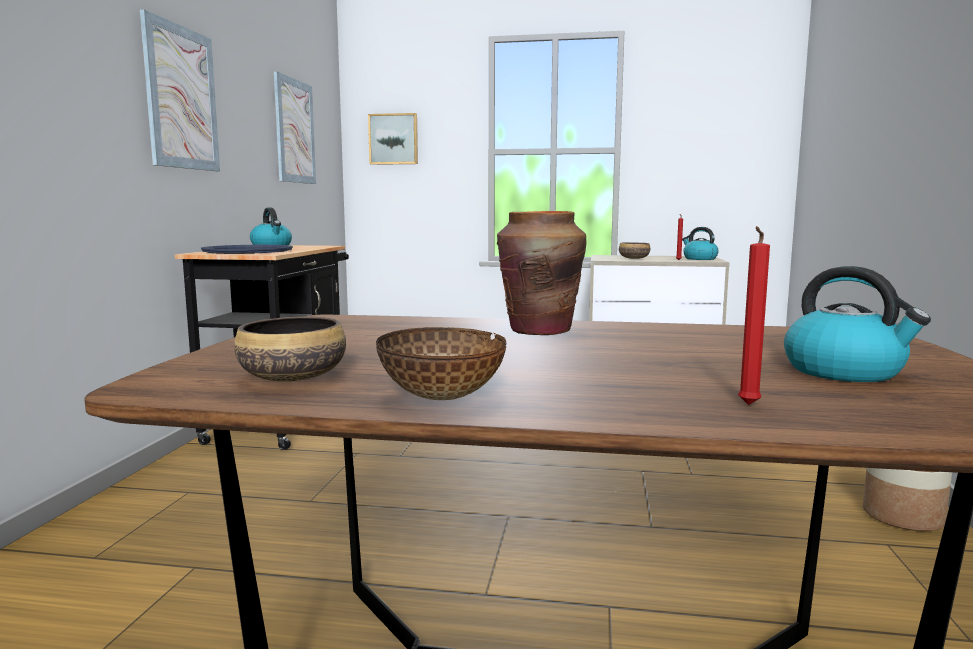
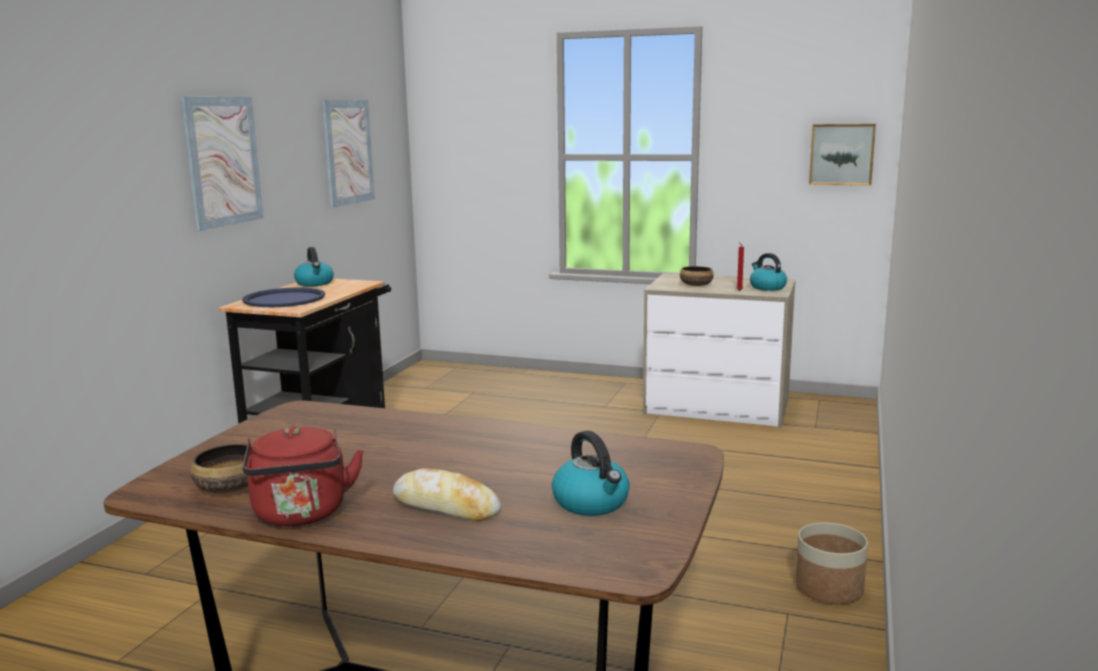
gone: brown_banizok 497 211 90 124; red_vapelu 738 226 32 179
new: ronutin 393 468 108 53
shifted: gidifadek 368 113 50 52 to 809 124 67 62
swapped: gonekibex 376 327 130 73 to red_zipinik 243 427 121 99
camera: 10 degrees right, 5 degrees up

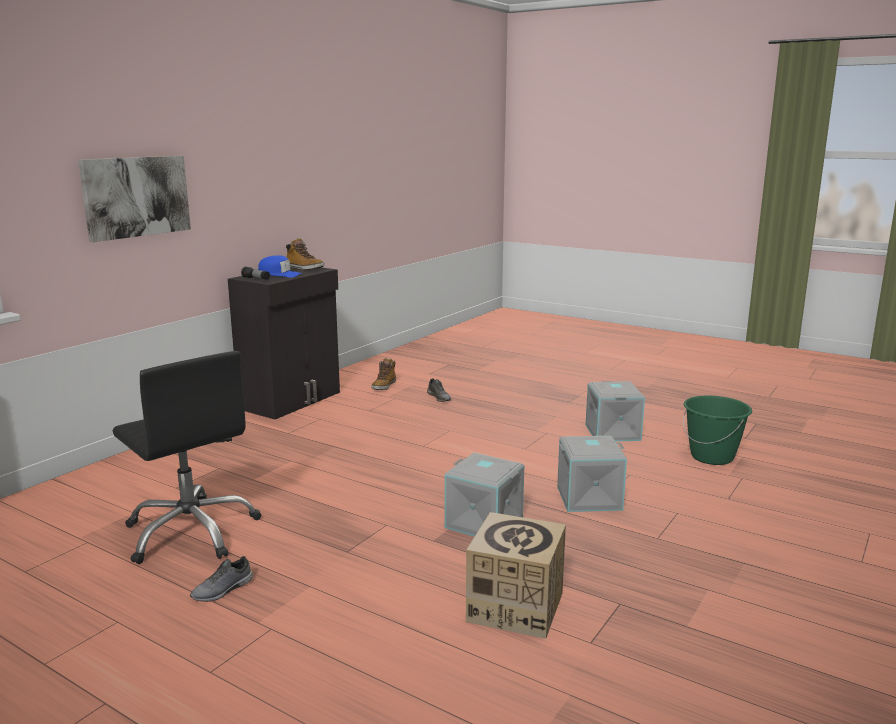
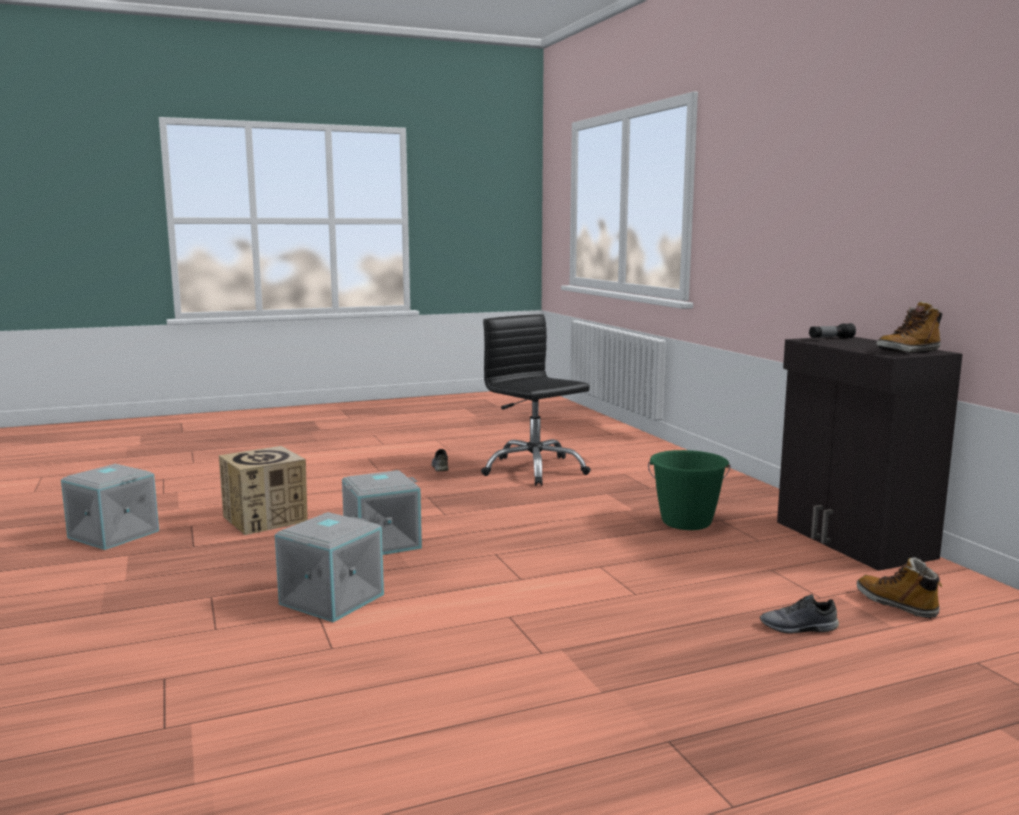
gone: gidifadek 78 156 113 86; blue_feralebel 258 255 45 23
shifted: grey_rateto 585 381 60 60 to 61 464 98 86; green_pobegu 683 395 69 70 to 648 450 83 80
rotated: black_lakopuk 113 351 148 213 = 481 314 110 172 60 degrees clockwise
camera: 125 degrees right, 5 degrees down

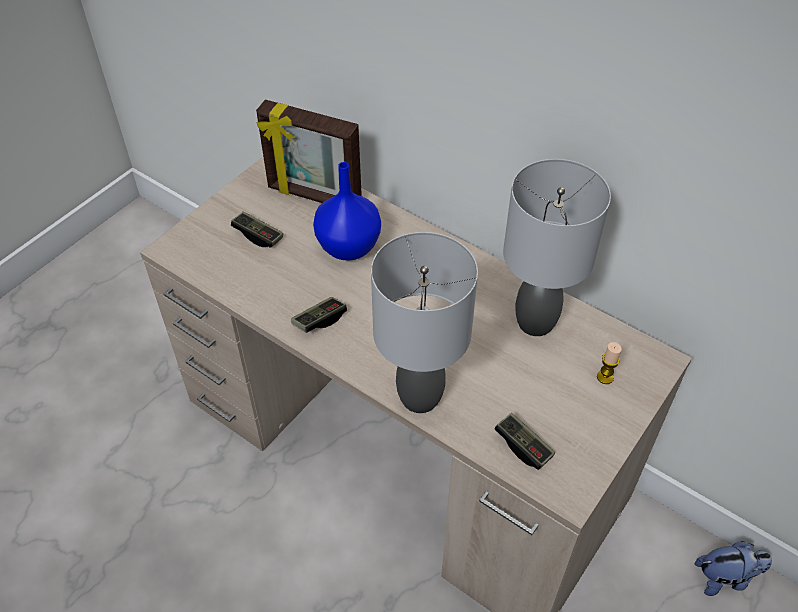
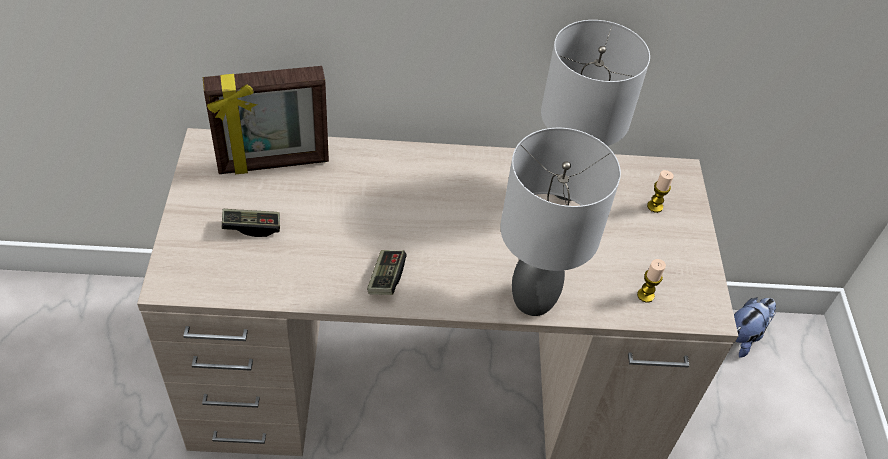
gone: blue_banizok 313 162 68 99
swapped: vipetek 494 413 61 57 to vapelu 637 259 29 44
camera: 40 degrees left, 0 degrees up

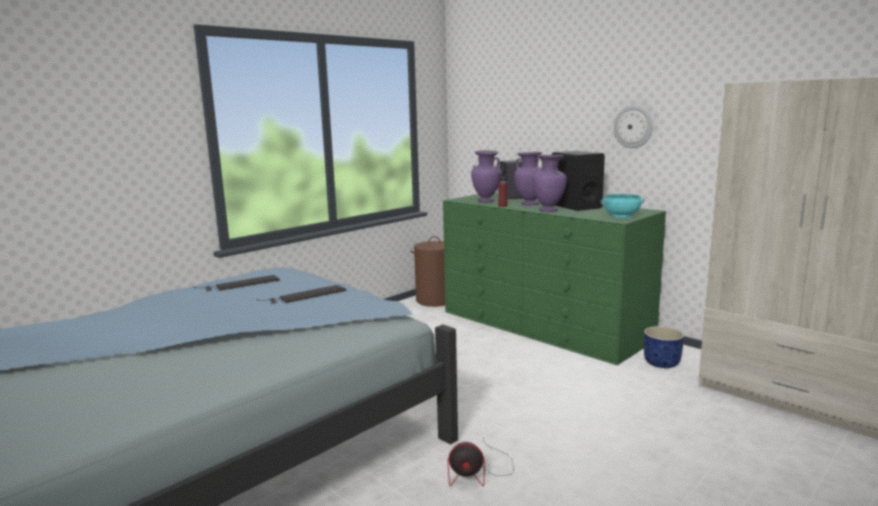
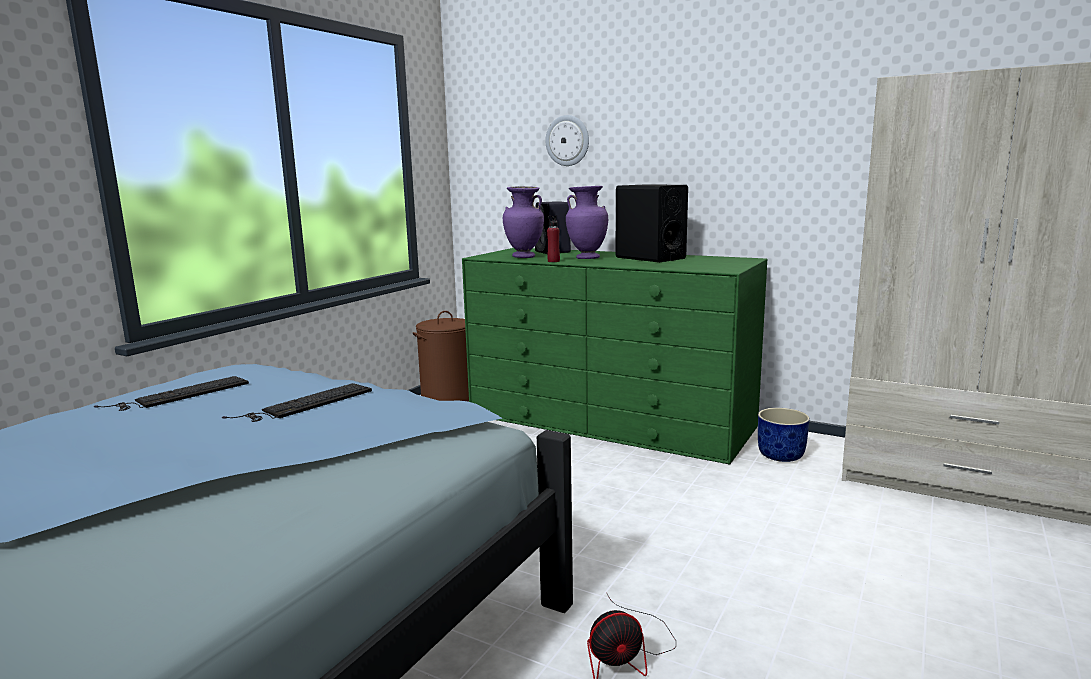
gone: purple_banizok 533 155 34 57; turquoise_gonekibex 601 194 43 24
shifted: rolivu 614 106 39 42 to 545 115 44 51
camera: 15 degrees left, 0 degrees up

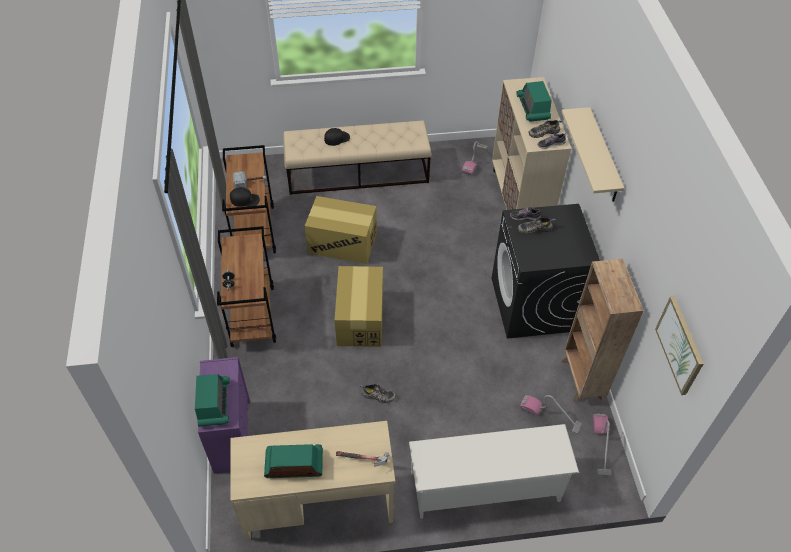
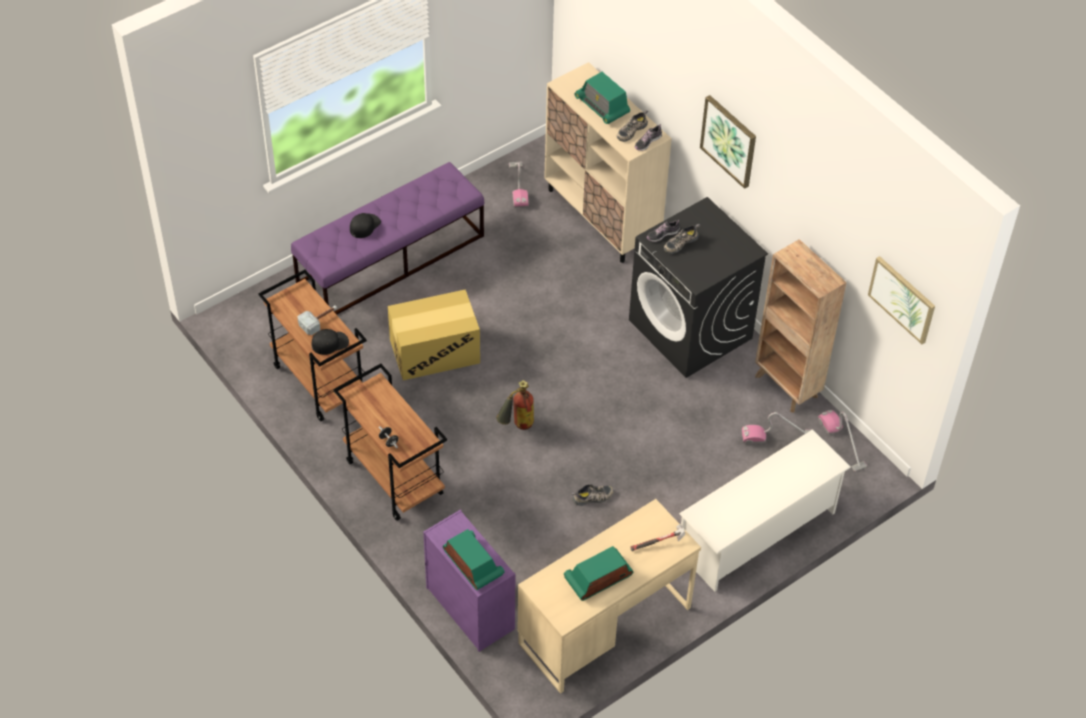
swapped: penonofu 335 266 48 81 to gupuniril 496 380 38 50; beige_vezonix 562 107 62 95 to gidifadek 700 95 56 94
repainted: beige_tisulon 283 120 149 75 to purple_tisulon 291 162 193 153
camera: 30 degrees left, 0 degrees up

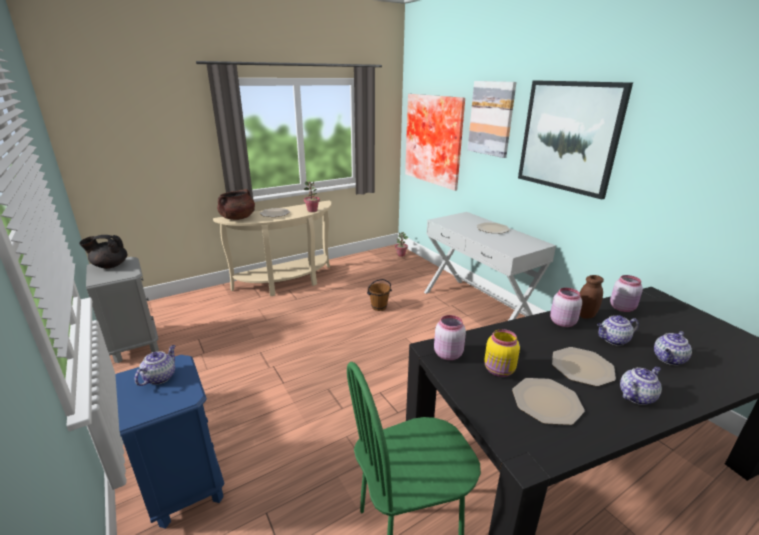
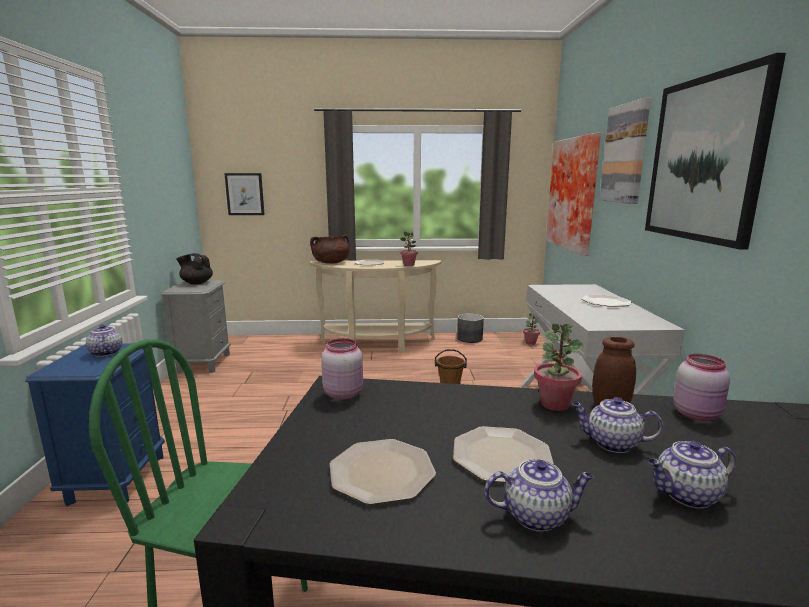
gone: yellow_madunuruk 484 329 36 48
new: gidifadek 224 173 41 42; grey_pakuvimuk 457 313 27 30
swapped: pink_madunuruk 550 288 32 39 to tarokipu 534 324 50 87
rotated: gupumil 135 345 41 41 = 86 324 36 33 75 degrees counterclockwise
camera: 30 degrees right, 10 degrees down

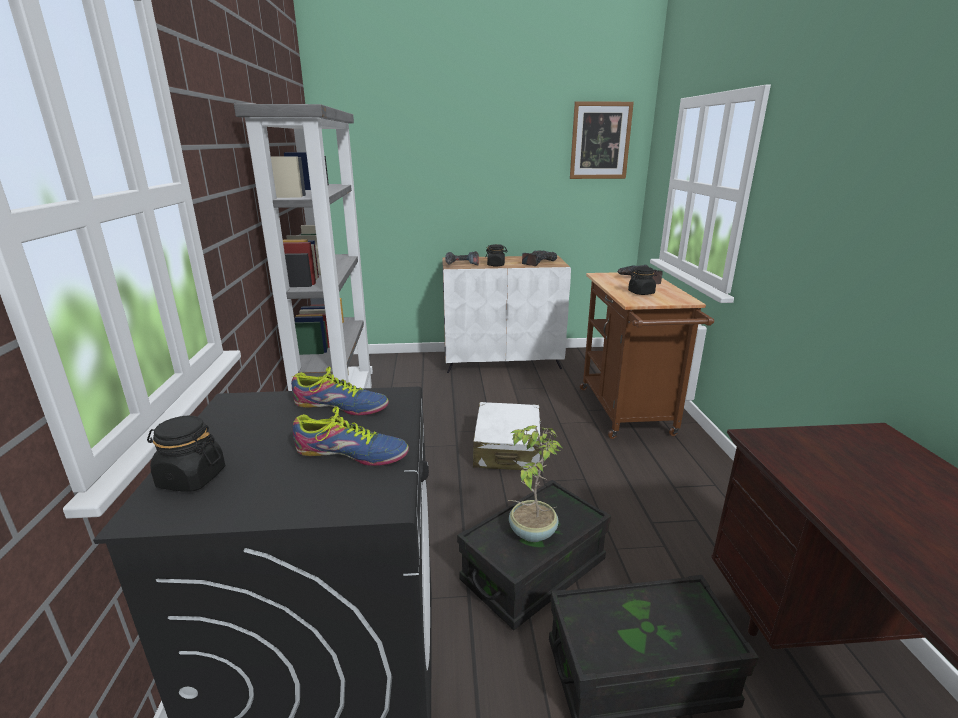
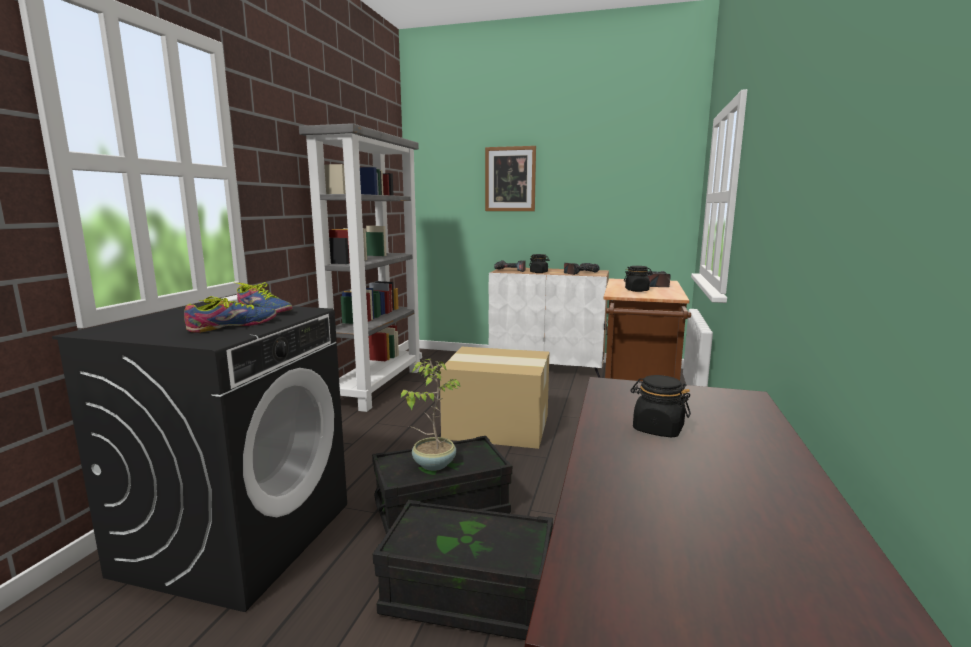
shifted: black_madunuruk 147 415 78 77 to 630 375 61 62; gidifadek 570 101 64 78 to 485 146 51 65
swapped: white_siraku 473 402 68 68 to penonofu 440 347 109 102
rotated: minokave 292 406 117 60 = 184 296 93 37 75 degrees counterclockwise
camera: 20 degrees right, 10 degrees down

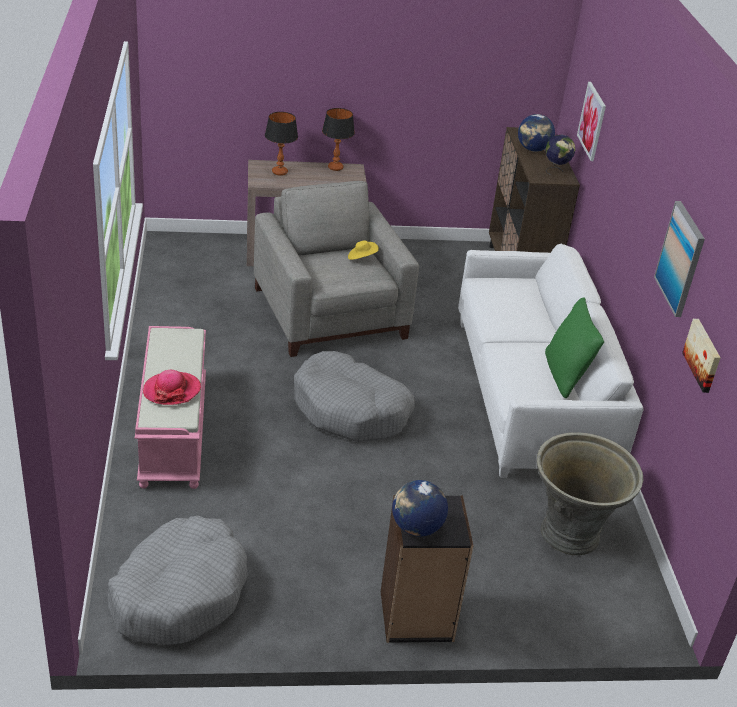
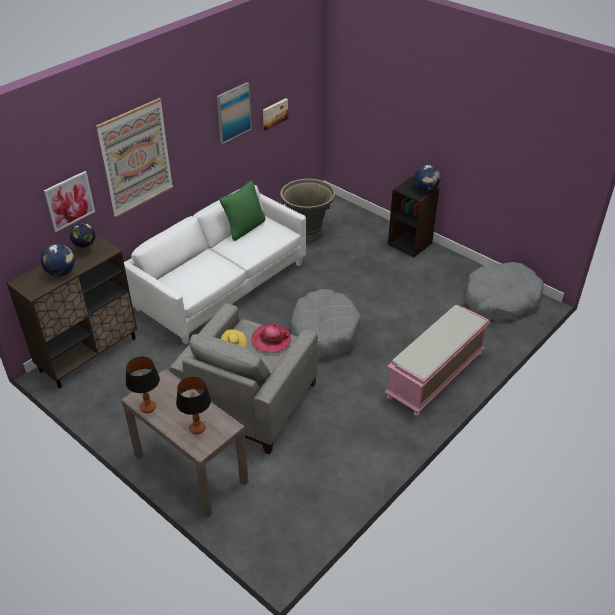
new: gidifadek 96 98 77 120
shifted: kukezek 143 370 58 35 to 251 324 40 29
camera: 130 degrees left, 5 degrees up

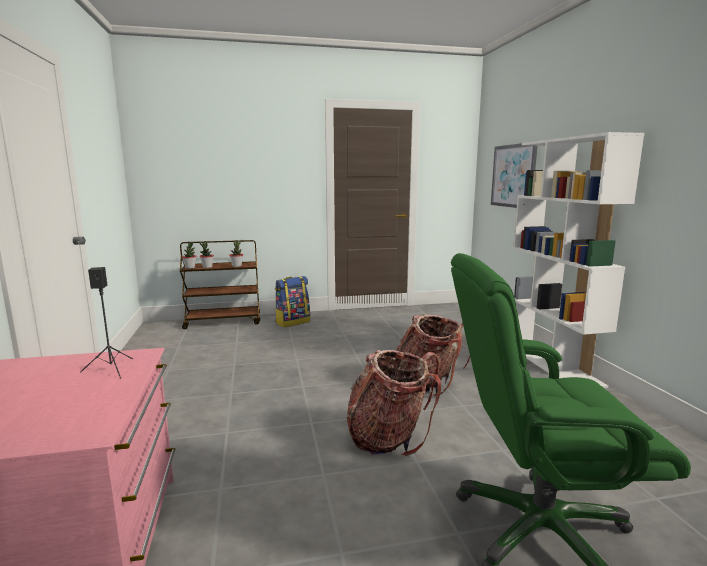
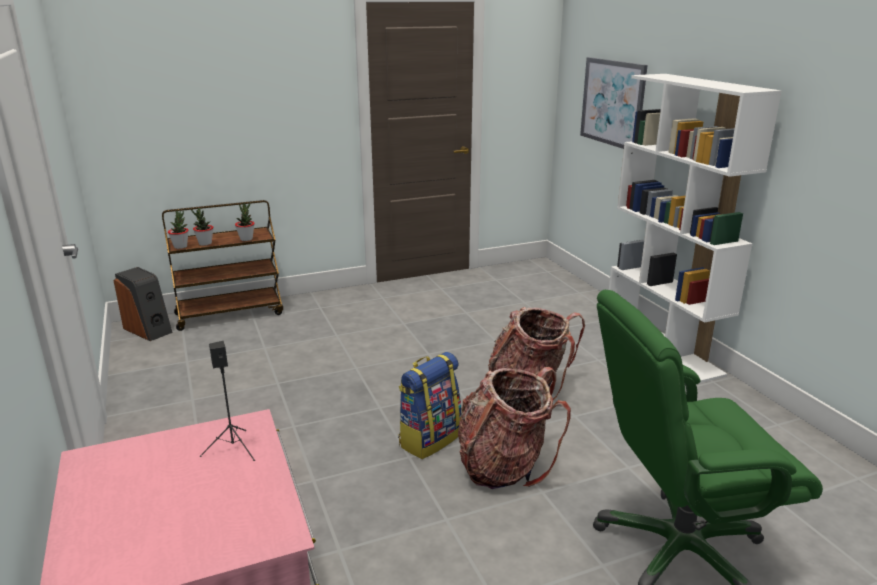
new: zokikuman 114 267 59 74
shifted: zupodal 275 276 35 51 to 398 352 64 107
camera: 10 degrees left, 10 degrees up

